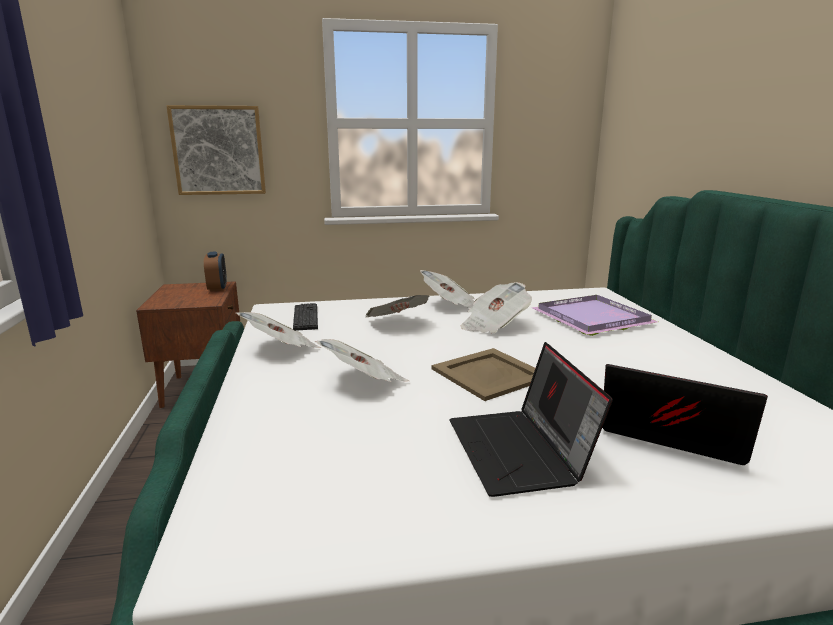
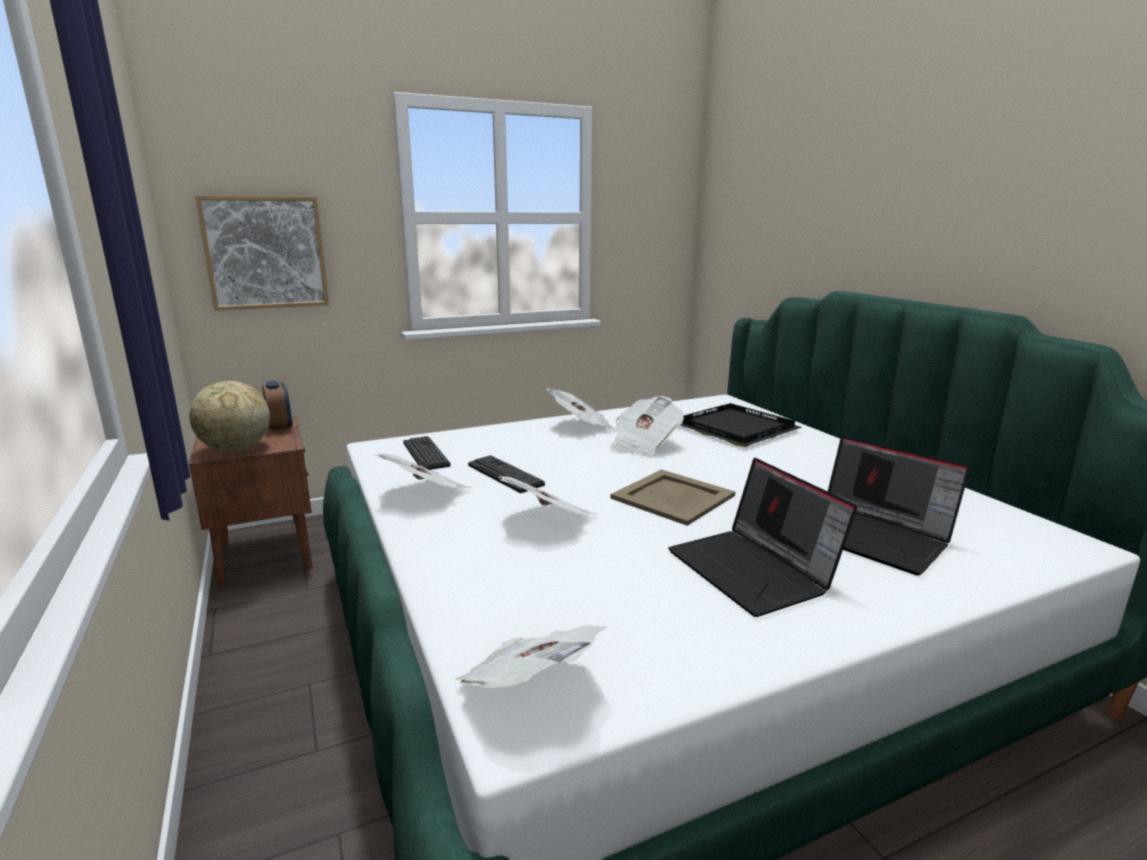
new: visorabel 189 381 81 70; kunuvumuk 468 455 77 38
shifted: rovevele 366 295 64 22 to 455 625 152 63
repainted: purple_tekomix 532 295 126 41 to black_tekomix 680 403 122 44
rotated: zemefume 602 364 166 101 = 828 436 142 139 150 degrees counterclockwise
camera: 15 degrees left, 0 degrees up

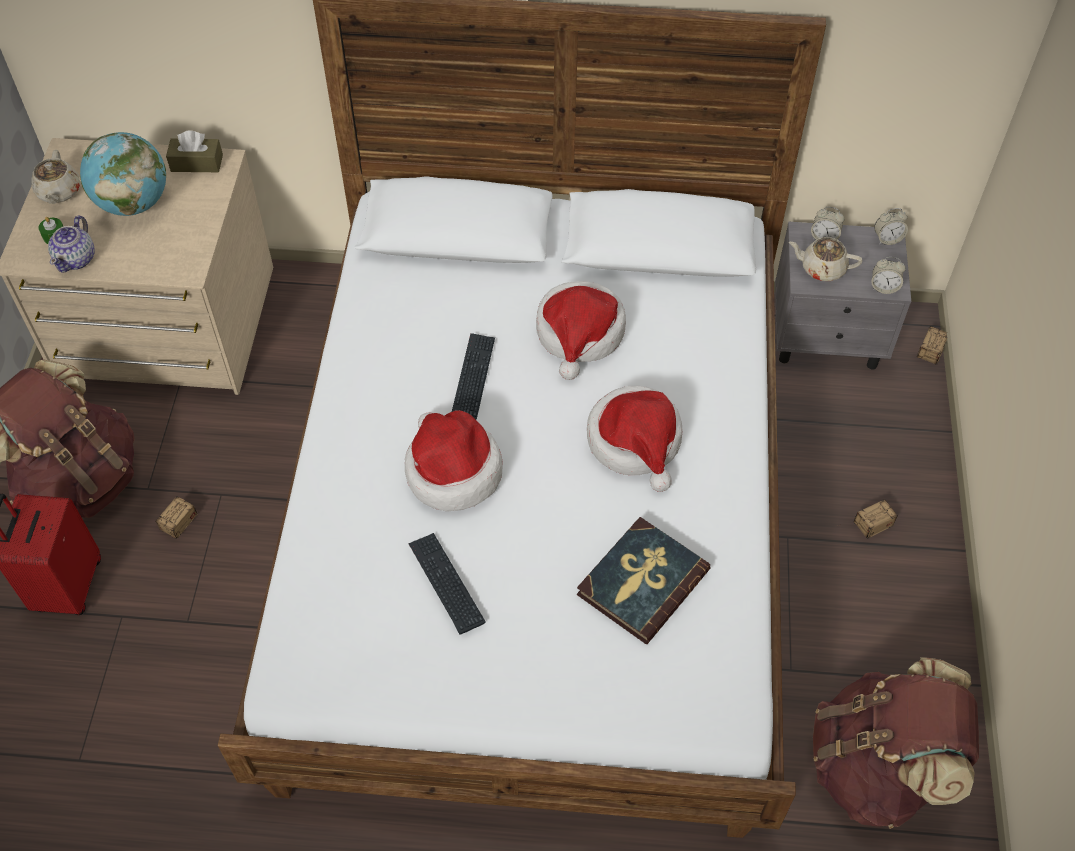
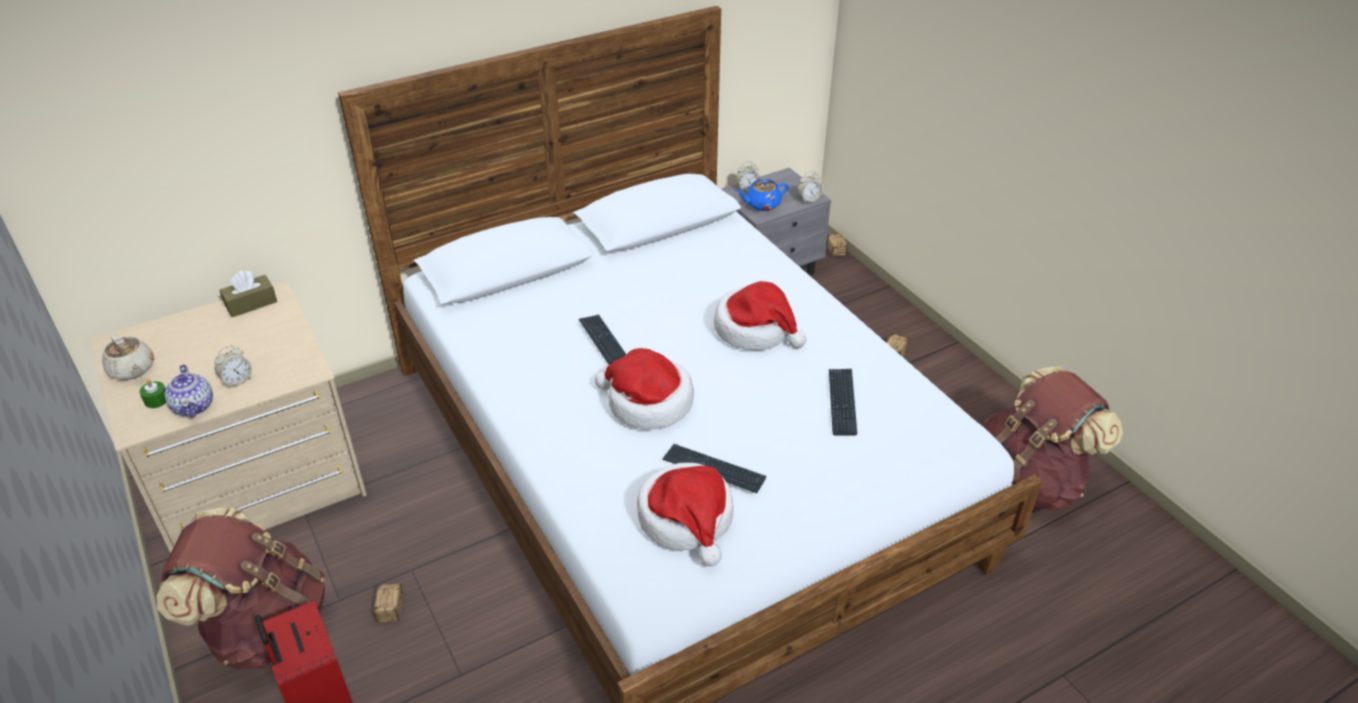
gone: visorabel 80 132 86 84
shifted: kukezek 536 281 90 99 to 637 463 97 103; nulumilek 874 208 34 37 to 214 346 38 42
swapped: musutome 577 517 134 127 to kunuvumuk 829 369 28 67
repainted: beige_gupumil 789 237 74 44 to blue_gupumil 737 179 52 32
camera: 35 degrees left, 15 degrees down

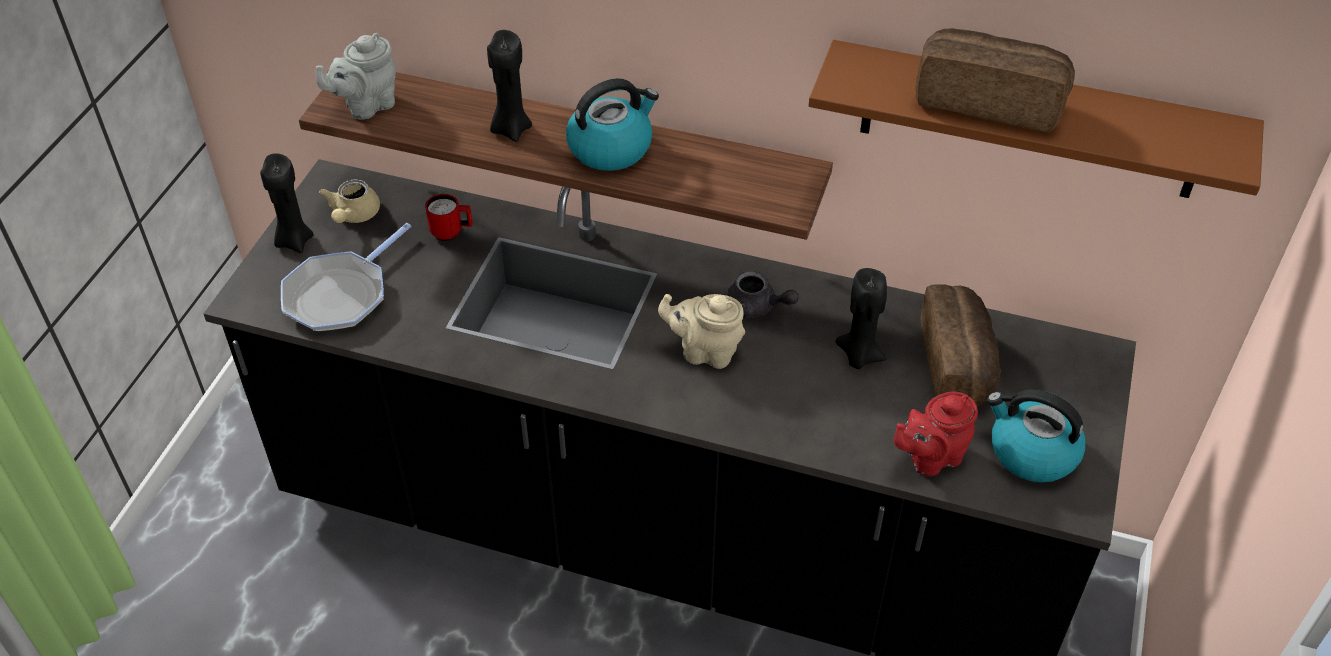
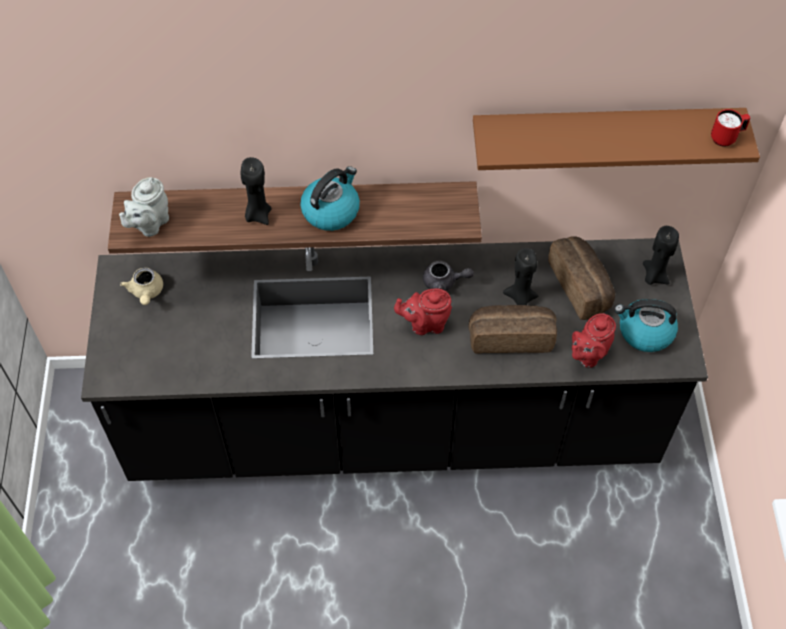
gone: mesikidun 281 223 130 109
shifted: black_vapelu 260 153 54 100 to 643 226 36 59; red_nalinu 425 194 48 47 to 711 109 39 38; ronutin 915 28 160 104 to 468 305 89 49
repainted: beige_gupumil 658 294 87 75 to red_gupumil 394 288 58 47
camera: 20 degrees left, 10 degrees up

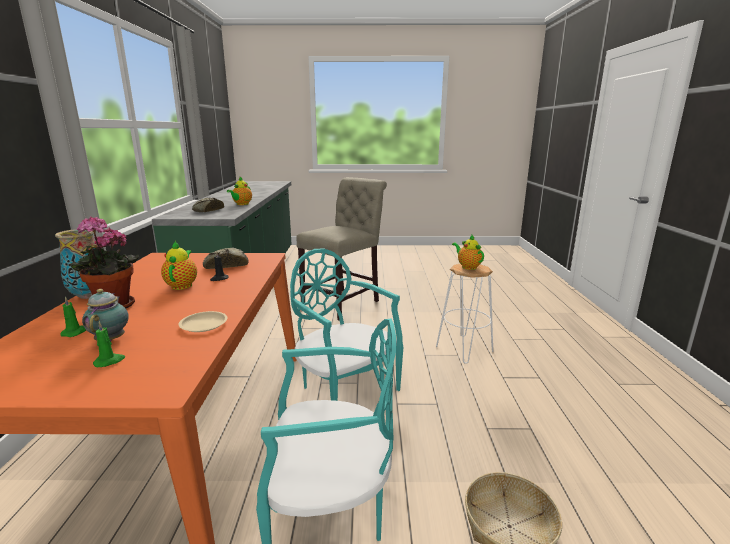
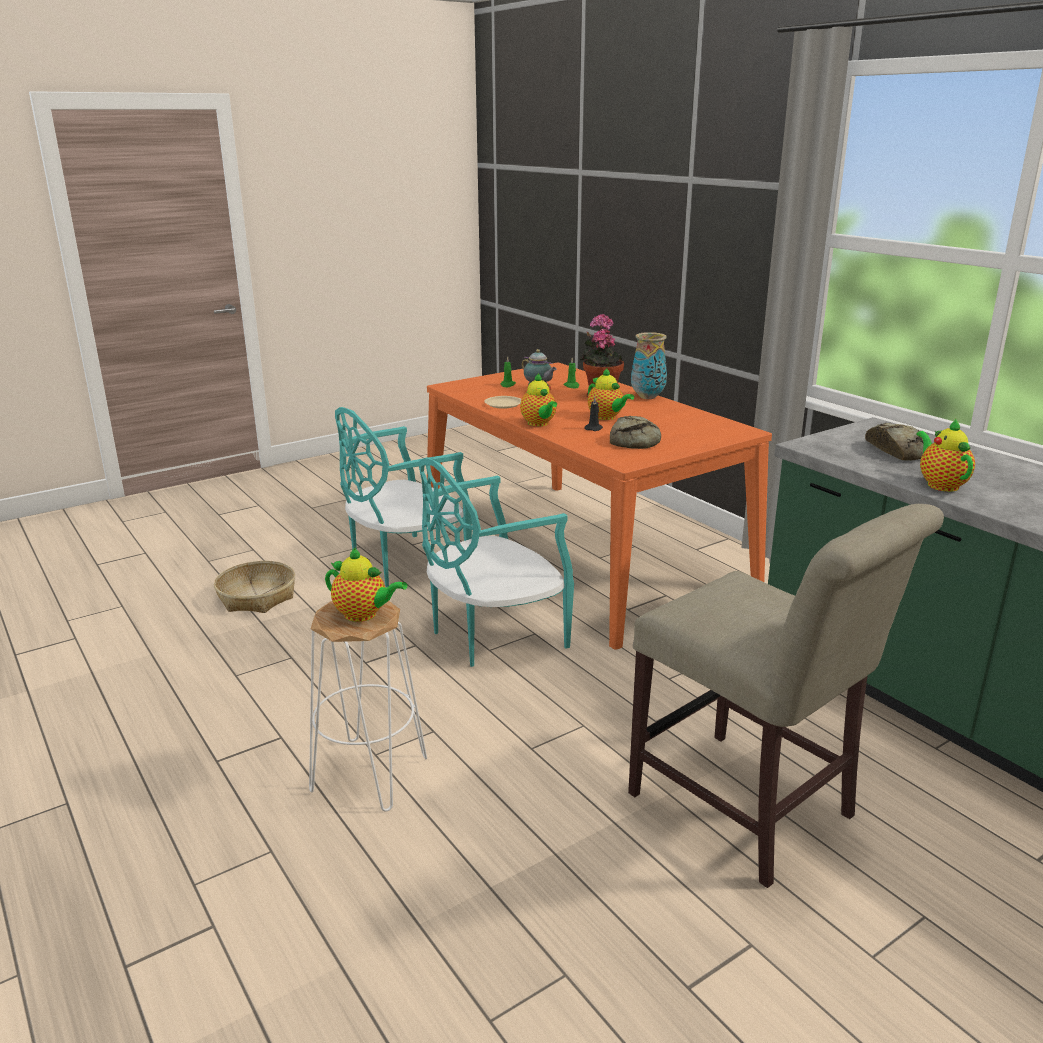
new: gupumil 520 373 37 53
rotated: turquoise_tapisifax 290 248 113 153 = 419 457 155 210 135 degrees clockwise; beige_tapisifax 296 177 91 144 = 628 504 316 384 45 degrees counterclockwise
camera: 145 degrees right, 5 degrees up

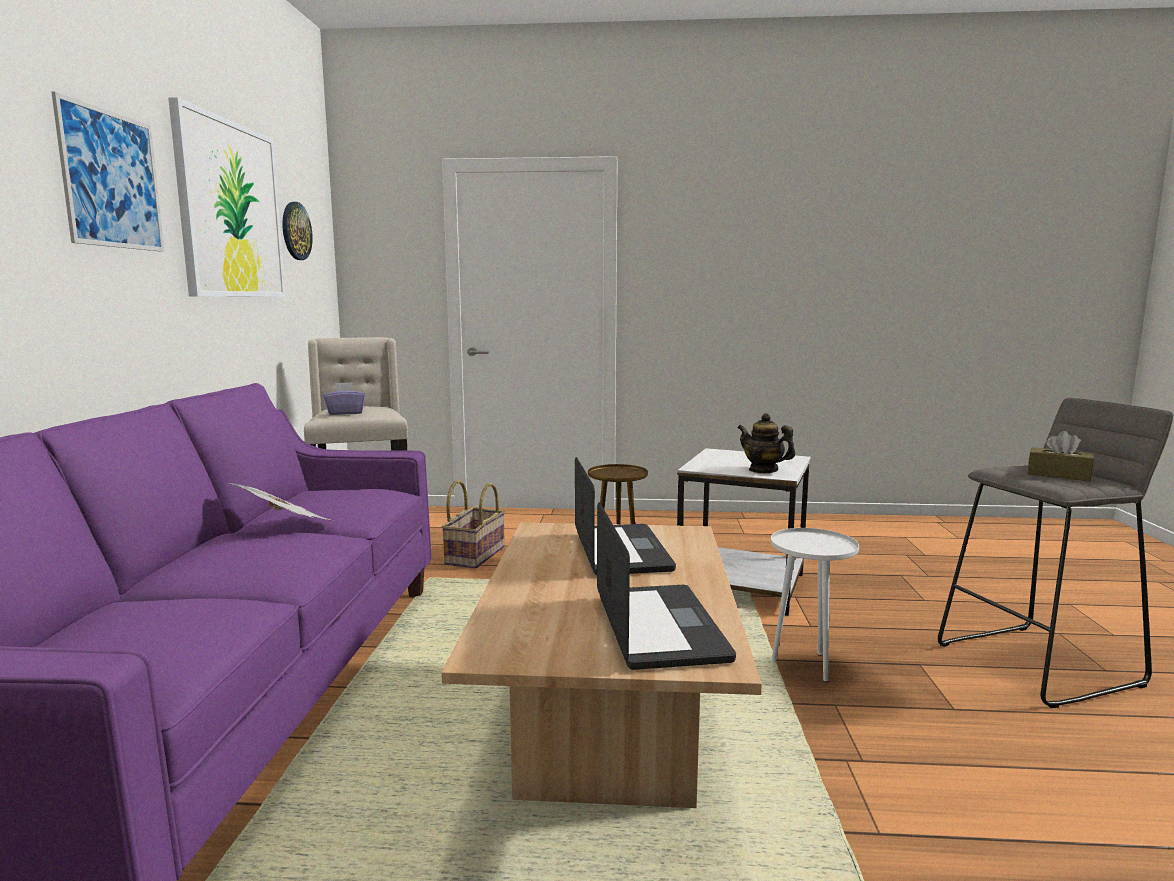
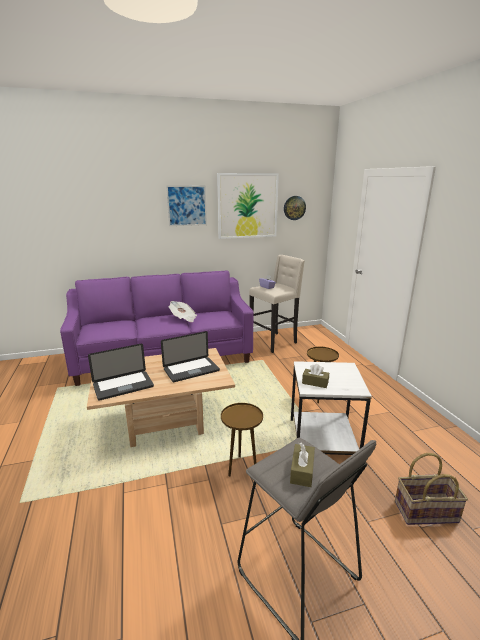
shifted: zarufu 441 480 64 89 to 395 453 73 72
swapped: gupumil 738 413 57 60 to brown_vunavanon 302 364 27 24
repainted: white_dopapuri 771 528 88 154 to brown_dopapuri 221 403 42 73
camera: 70 degrees right, 10 degrees up

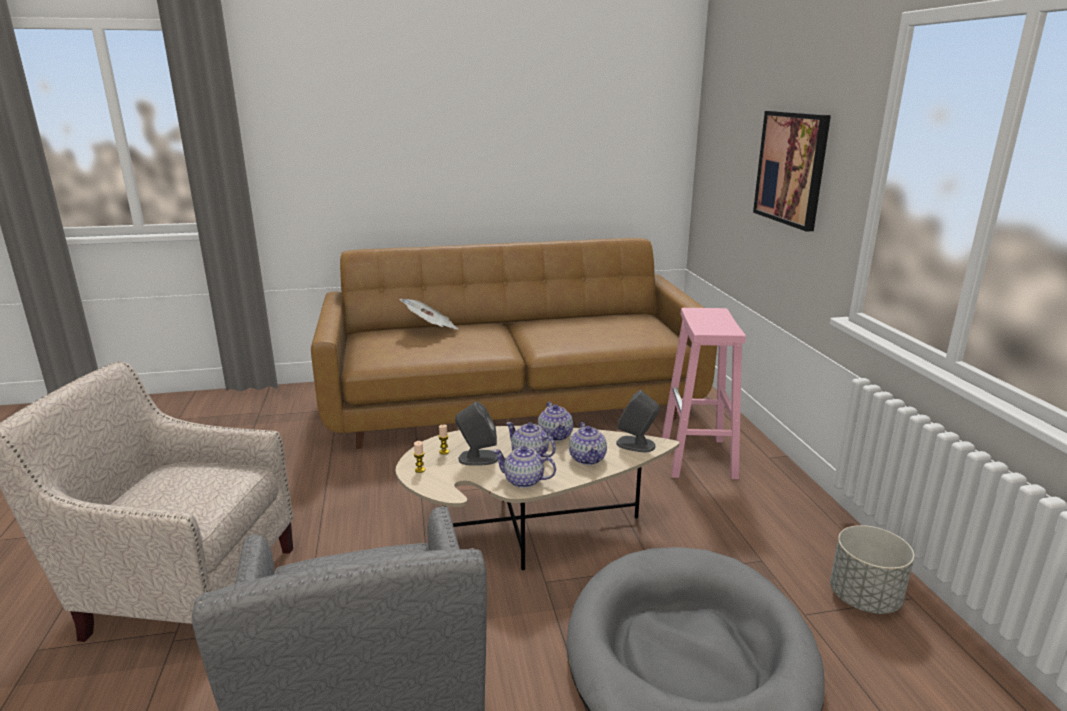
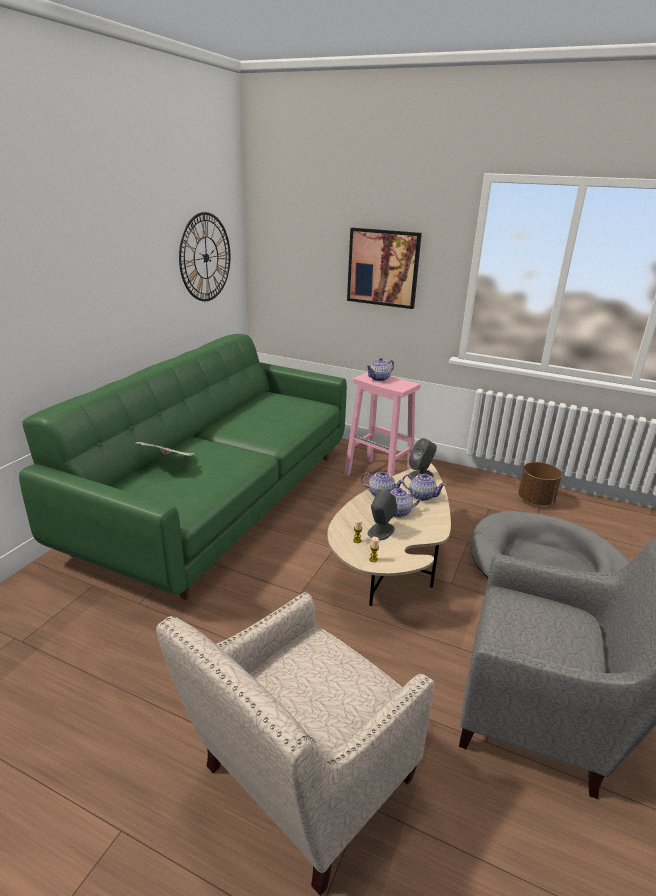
new: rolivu 179 212 51 89
shifted: gupumil 493 446 63 42 to 366 358 28 23
repainted: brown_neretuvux 311 238 406 211 to green_neretuvux 19 334 328 266; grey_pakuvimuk 830 525 84 89 to brown_pakuvimuk 518 462 44 43
camera: 55 degrees left, 5 degrees up

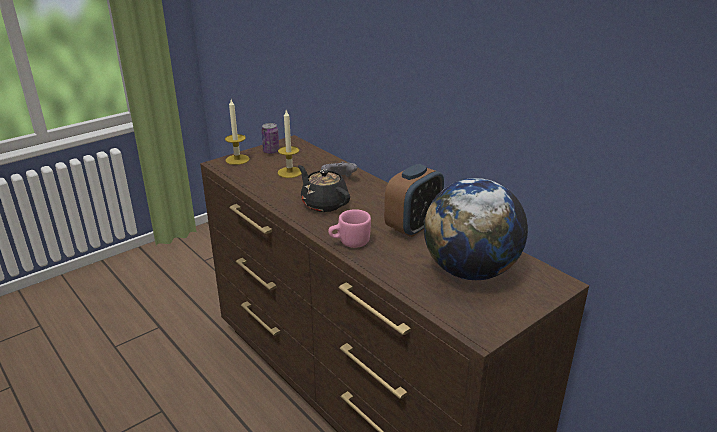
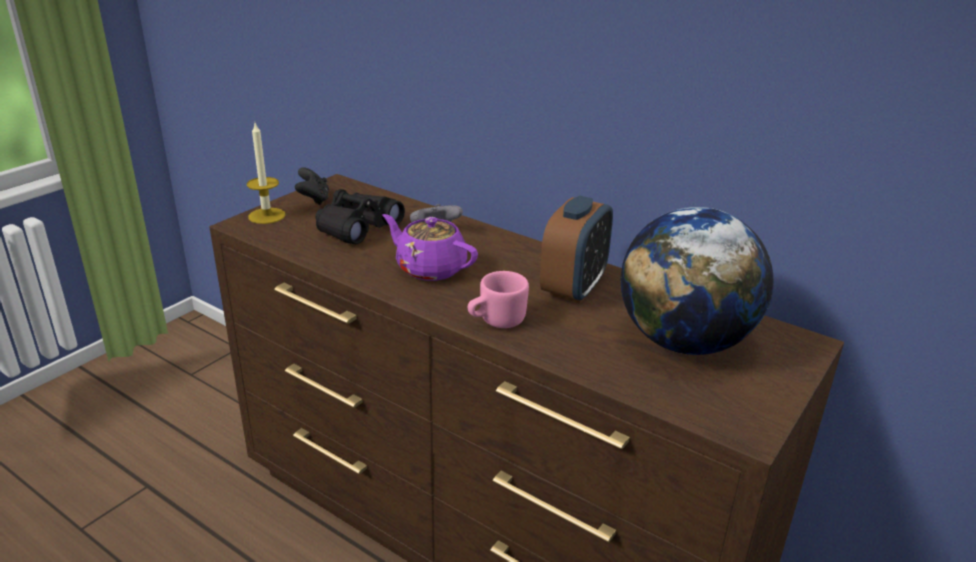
swapped: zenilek 261 123 18 31 to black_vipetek 295 167 34 38; vapelu 278 110 24 68 to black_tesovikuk 315 189 90 55
repainted: black_gupumil 298 165 52 47 to purple_gupumil 382 214 96 67
camera: 15 degrees left, 0 degrees up

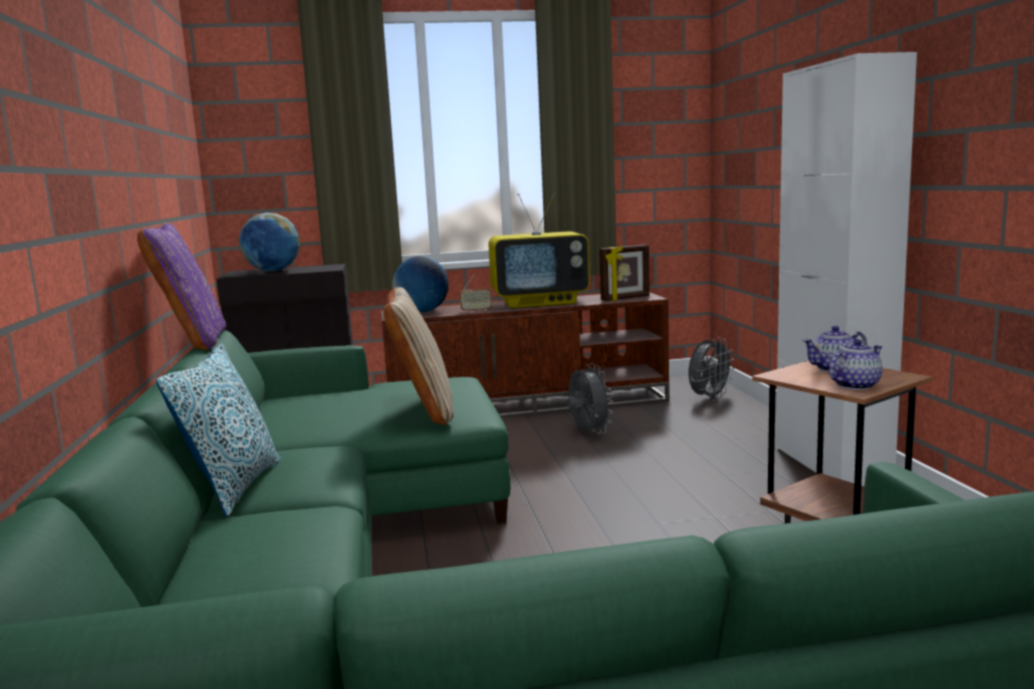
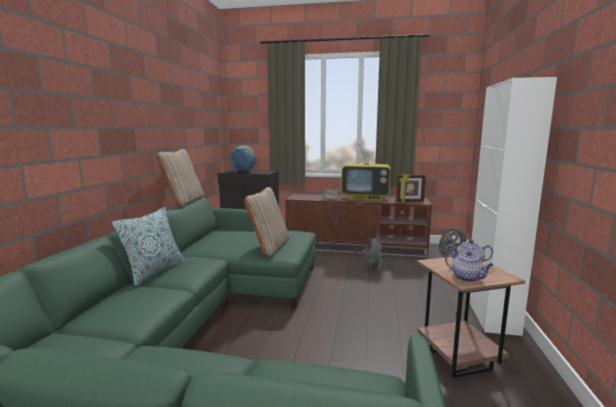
gone: visorabel 392 256 56 56
repainted: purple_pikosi 137 223 89 127 to beige_pikosi 157 149 47 58
rotated: gupumil 829 339 54 51 = 445 251 49 31 60 degrees clockwise
camera: 20 degrees right, 0 degrees up

